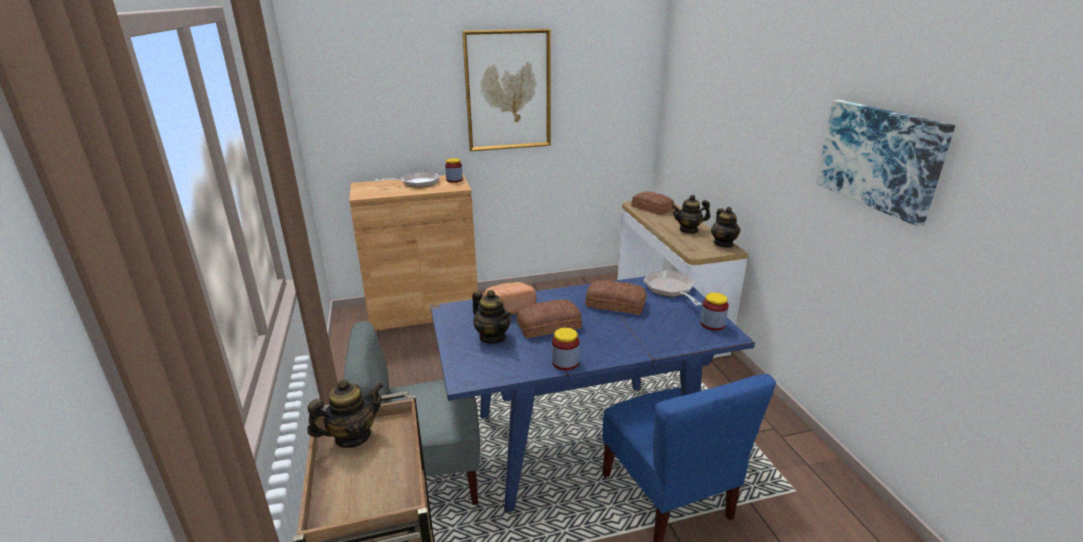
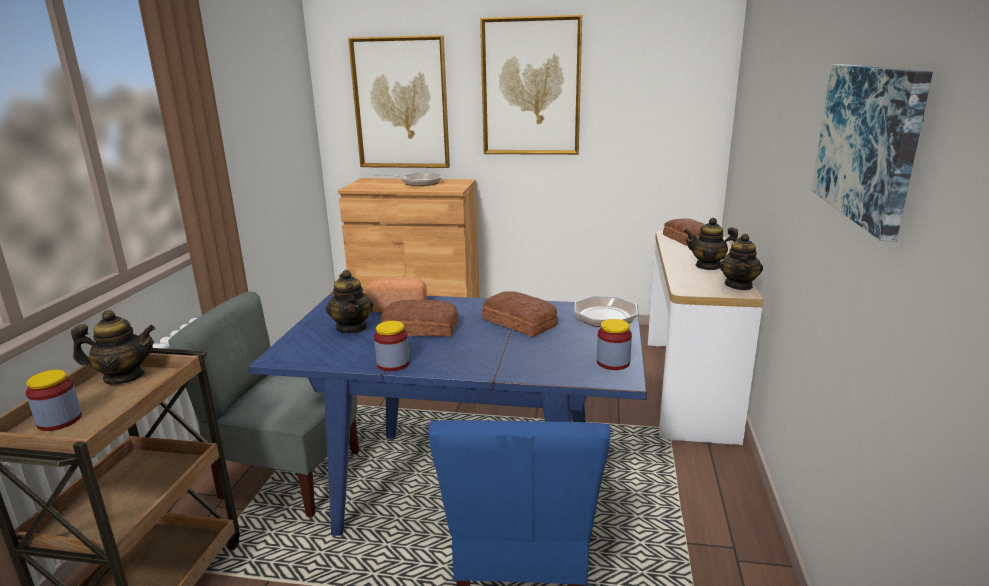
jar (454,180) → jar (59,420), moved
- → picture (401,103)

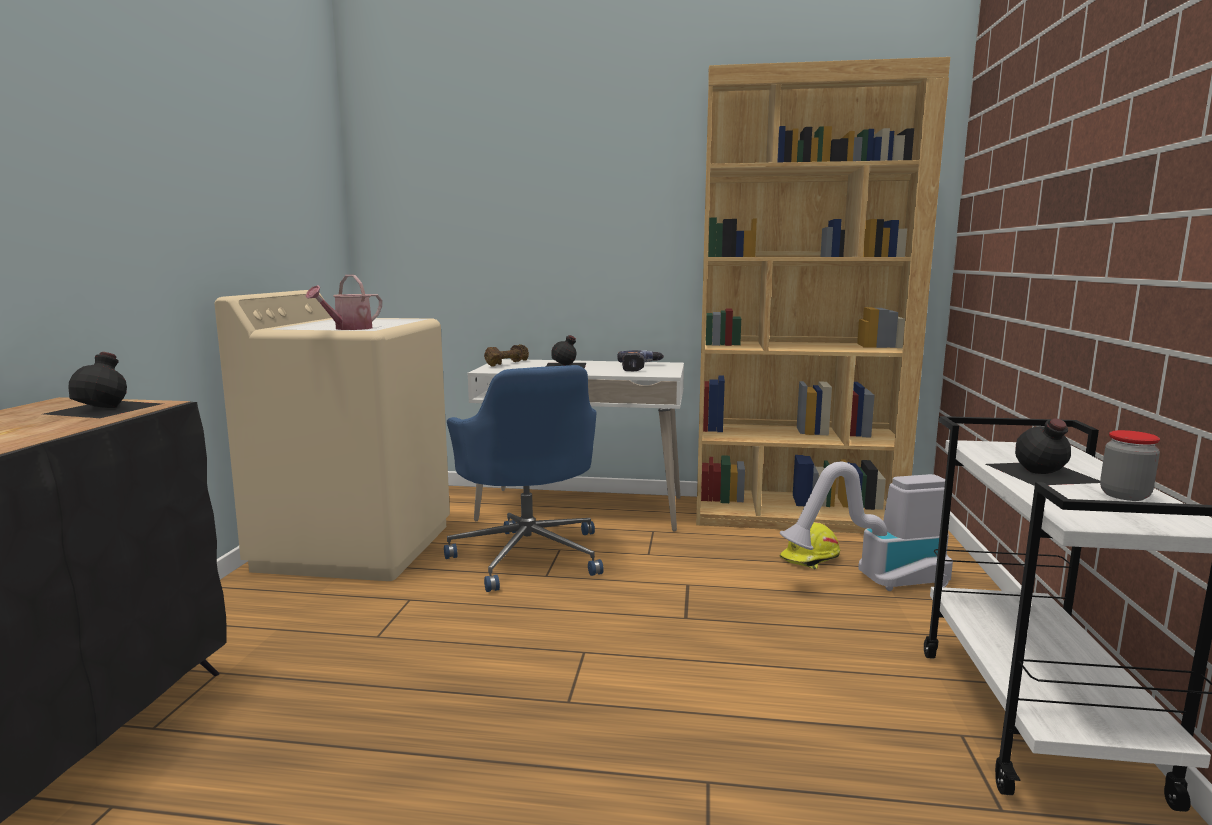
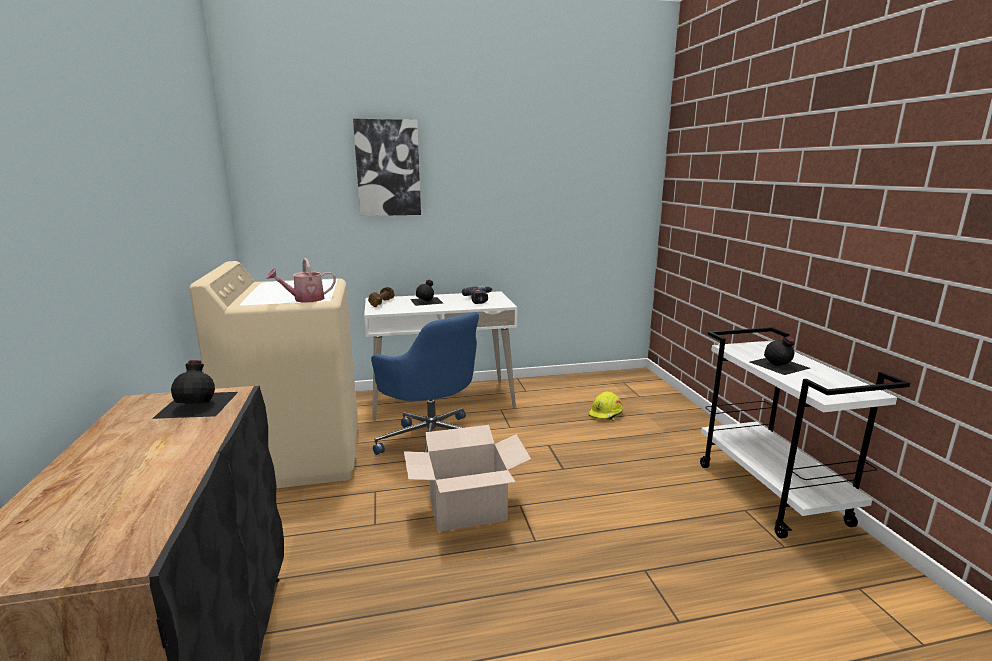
watering can (349,328) → watering can (304,299), 45 degrees clockwise
bookcase (brown) (794,516) → -
vacuum cleaner (875,582) → -
jar (1124,495) → -
- → picture (388,168)
- → cardboard box (467,509)

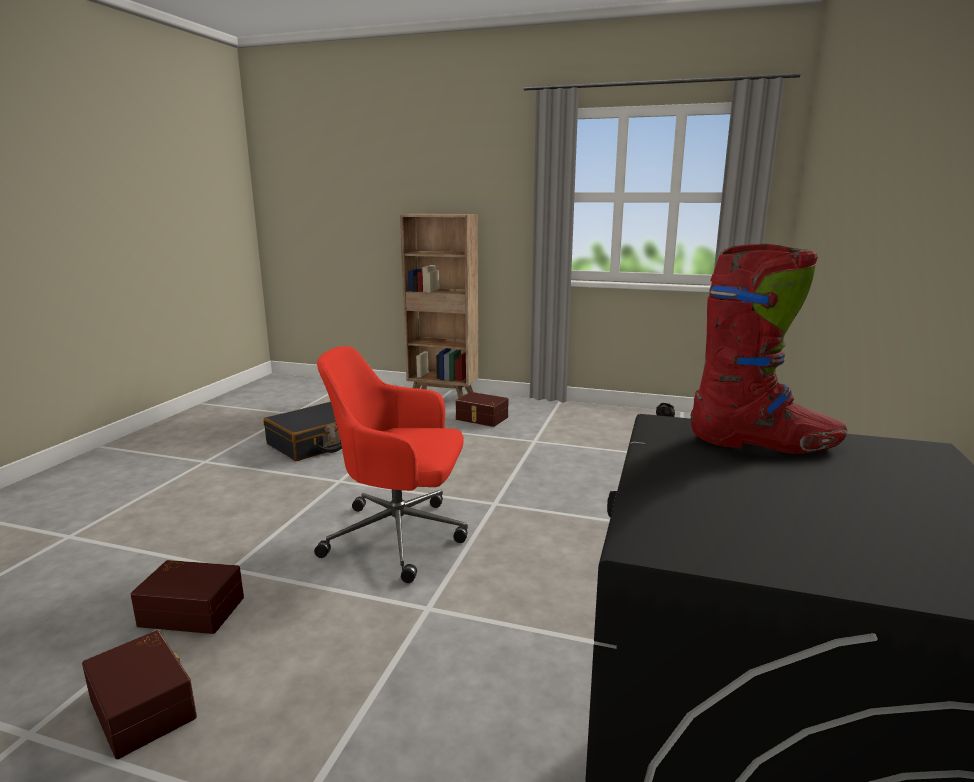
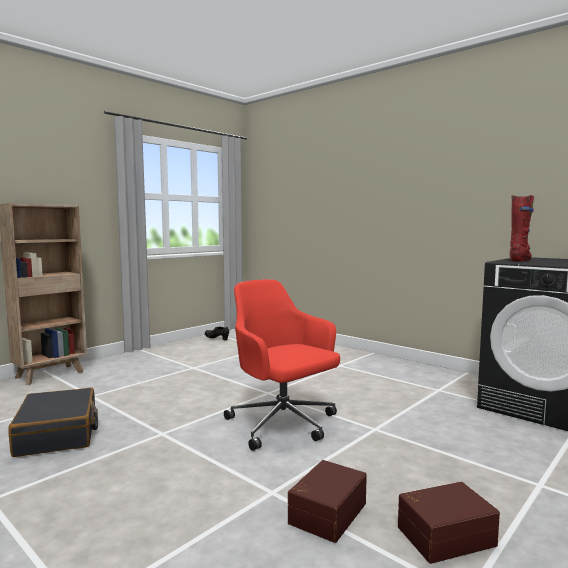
office chair (red) (400,537) → office chair (red) (283,424), 105 degrees clockwise
storage box (brown) (481,418) → -

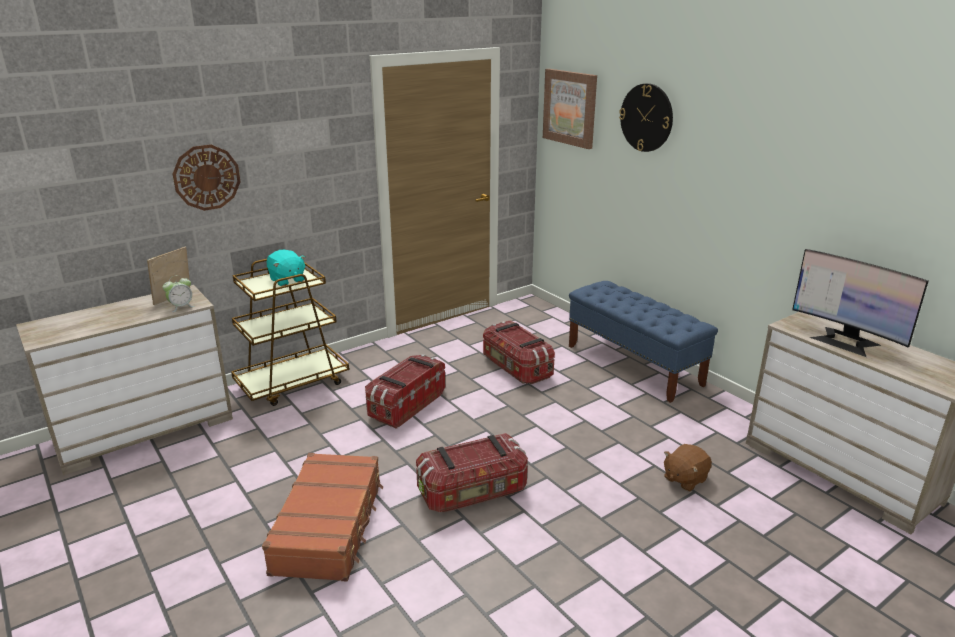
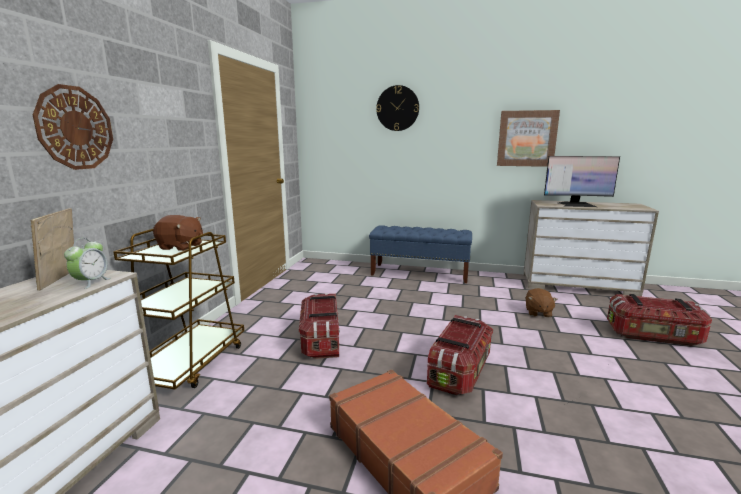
plush toy (turquoise) (287,280) → plush toy (brown) (181,247)
storage box (516,368) → storage box (653,336), moved
picture (570,108) → picture (526,138), moved

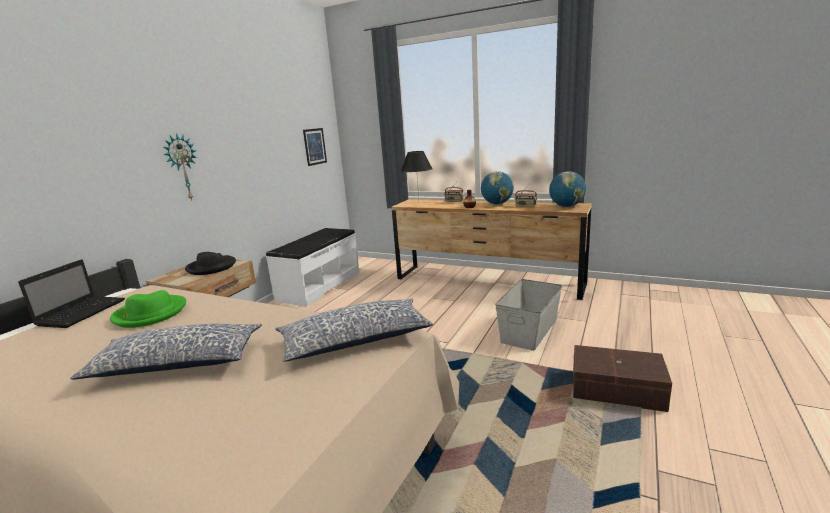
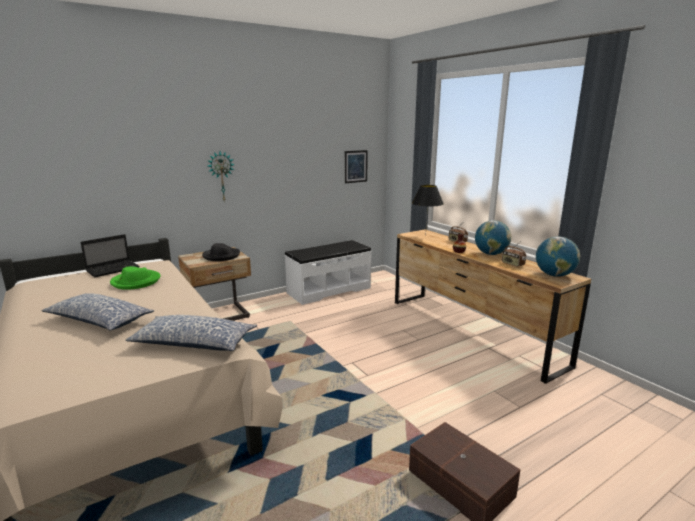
storage box (grey) (530,330) → -

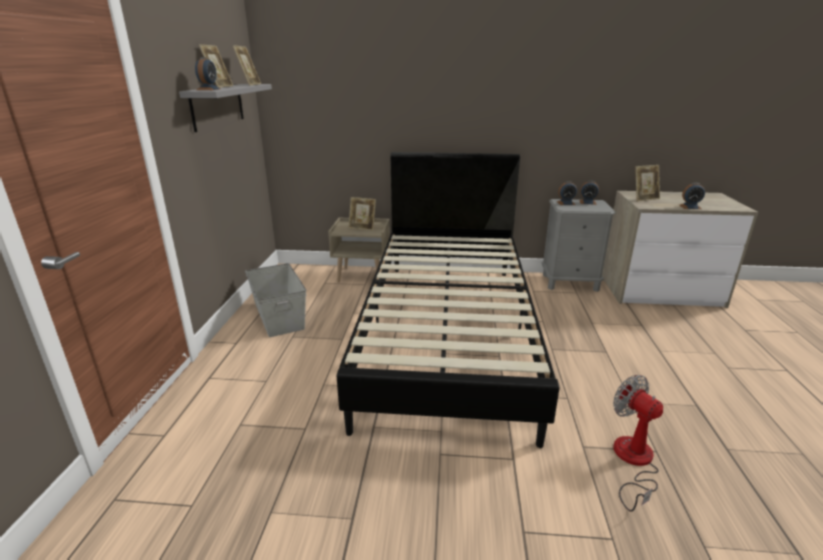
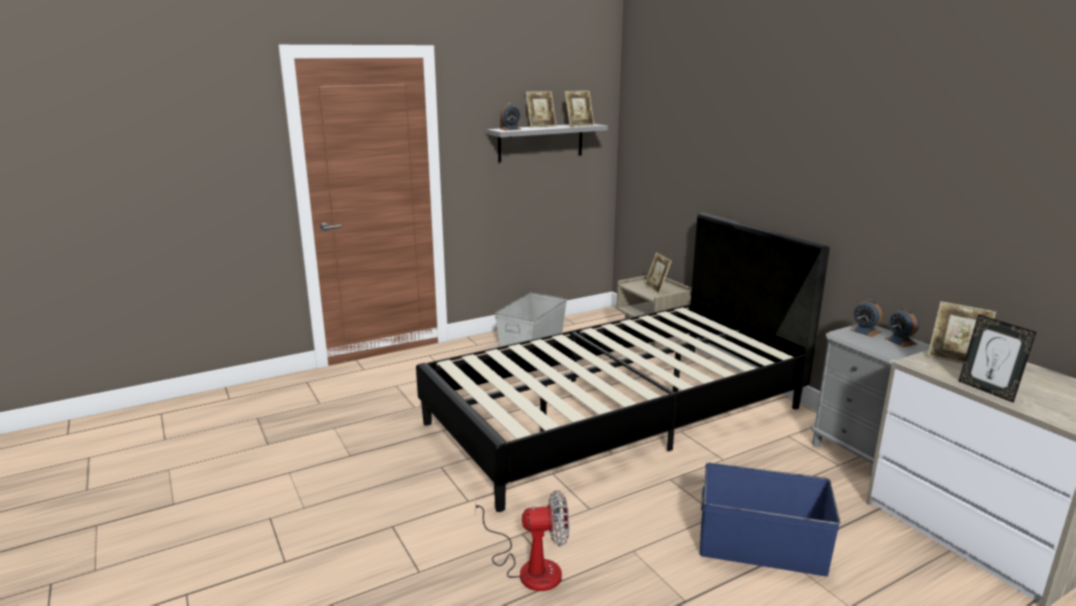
fan (633,462) → fan (529,567), 60 degrees clockwise
alarm clock (690,207) → picture frame (987,390)
- → storage box (blue) (762,548)

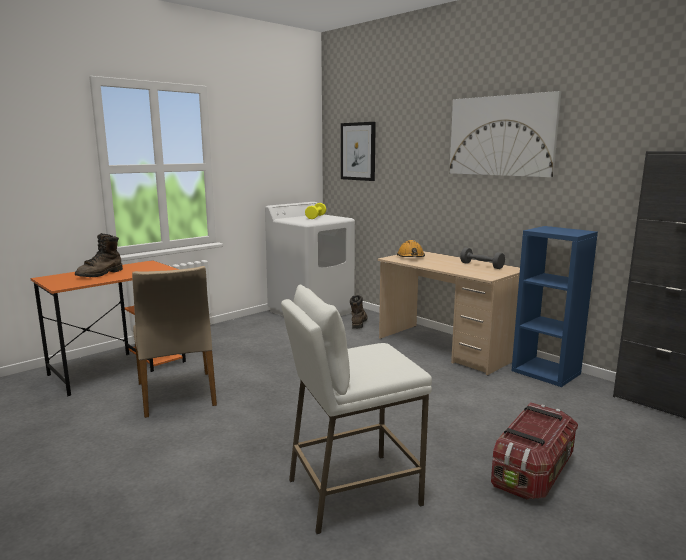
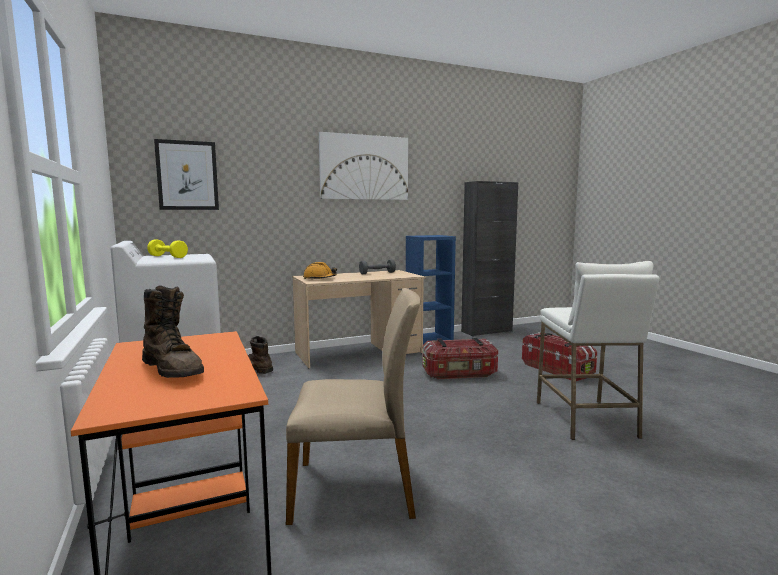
- → storage box (459,374)

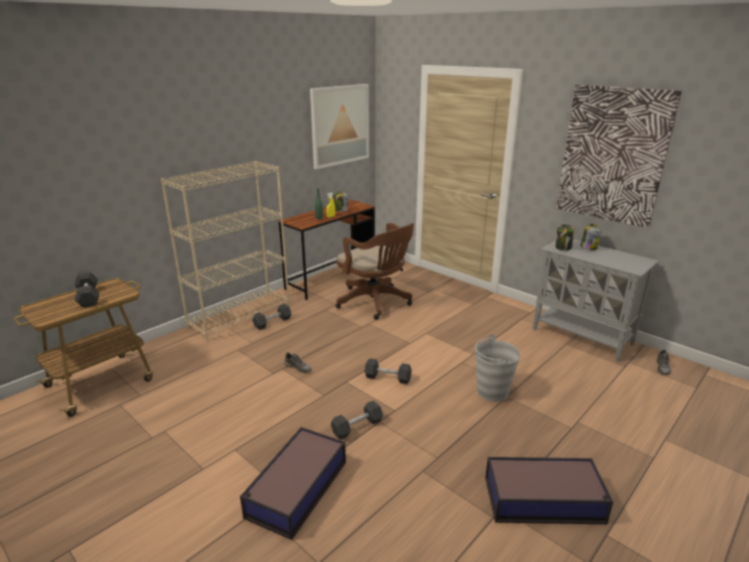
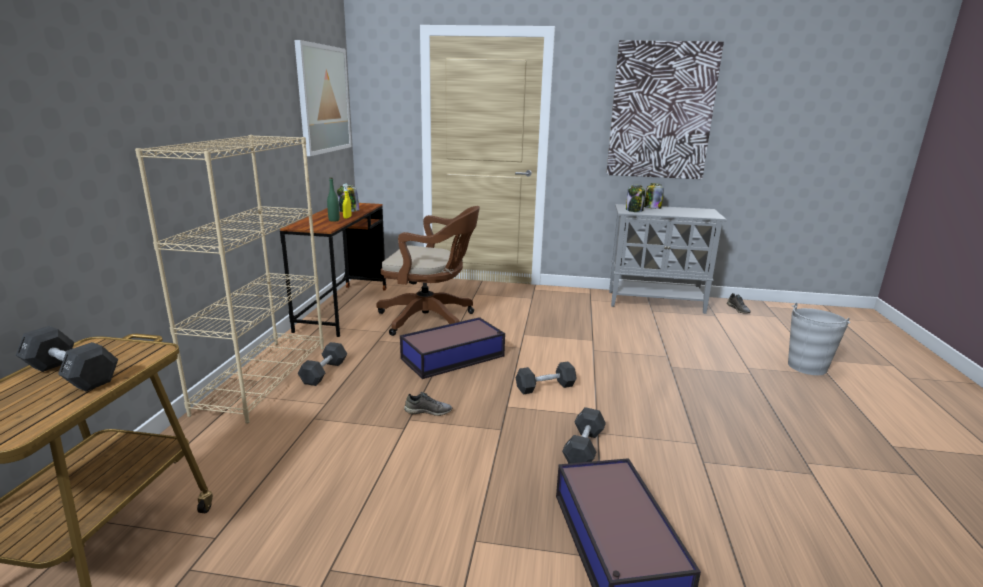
bucket (grey) (492,392) → bucket (grey) (806,367), moved
storage box (544,500) → storage box (454,357), moved

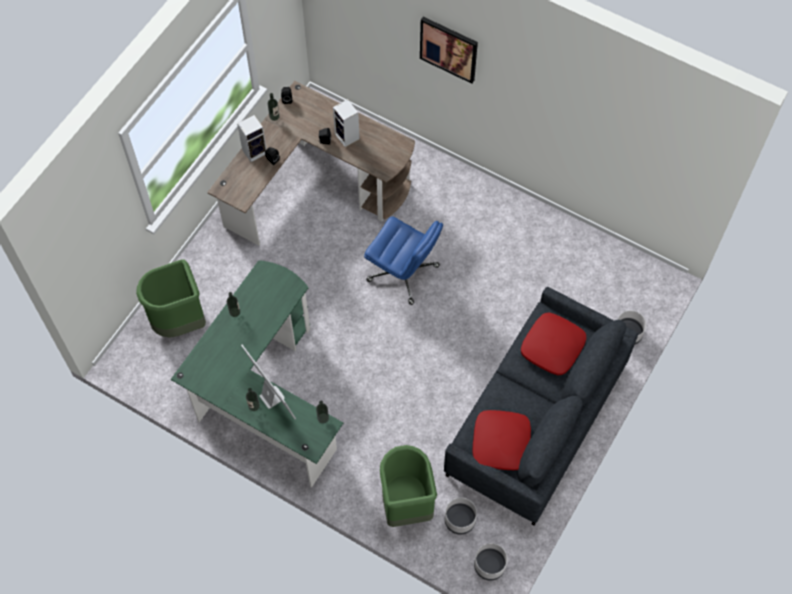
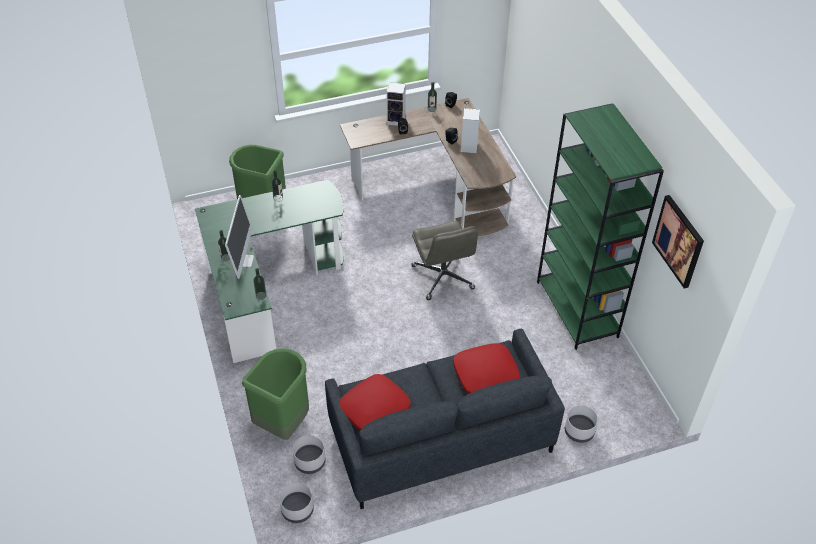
office chair (blue) (404,273) → office chair (grey) (443,278)
picture (449,49) → picture (678,241), moved
- → bookcase (green) (577,309)

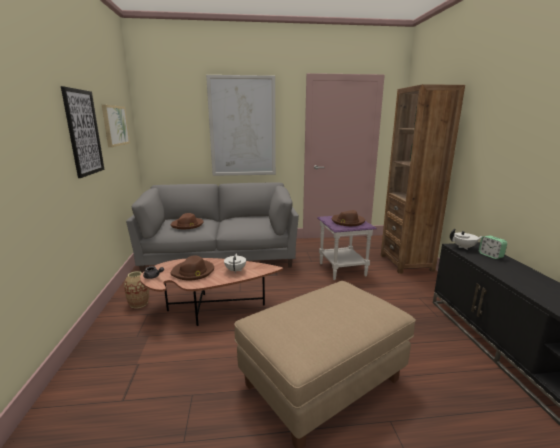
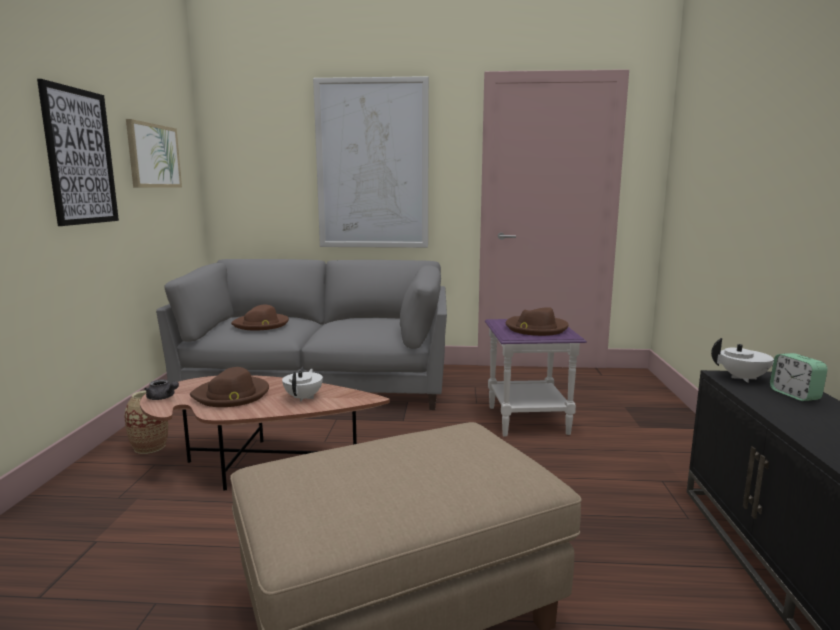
bookcase (brown) (406,263) → -

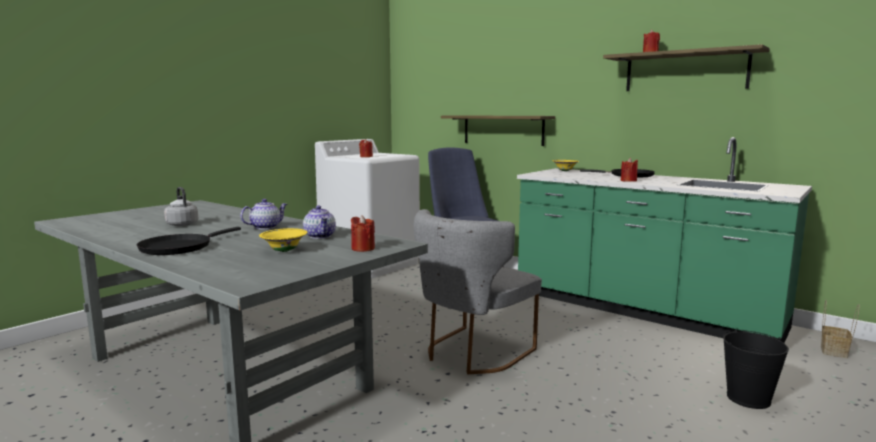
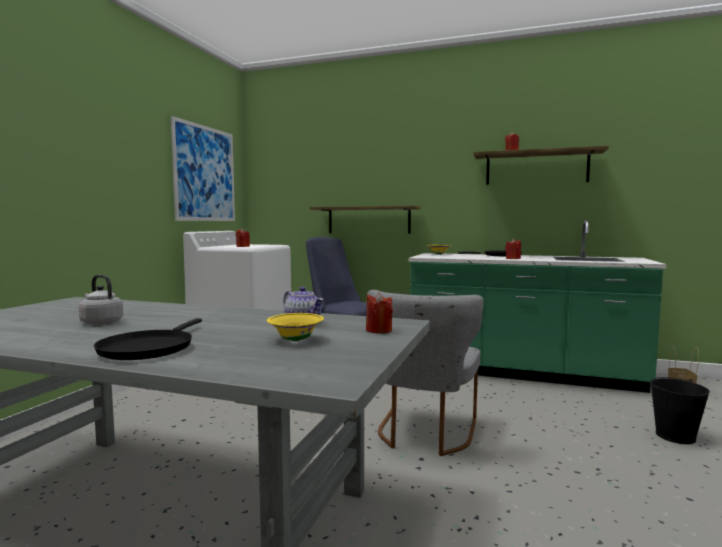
teapot (265,227) → -
- → picture (205,174)

